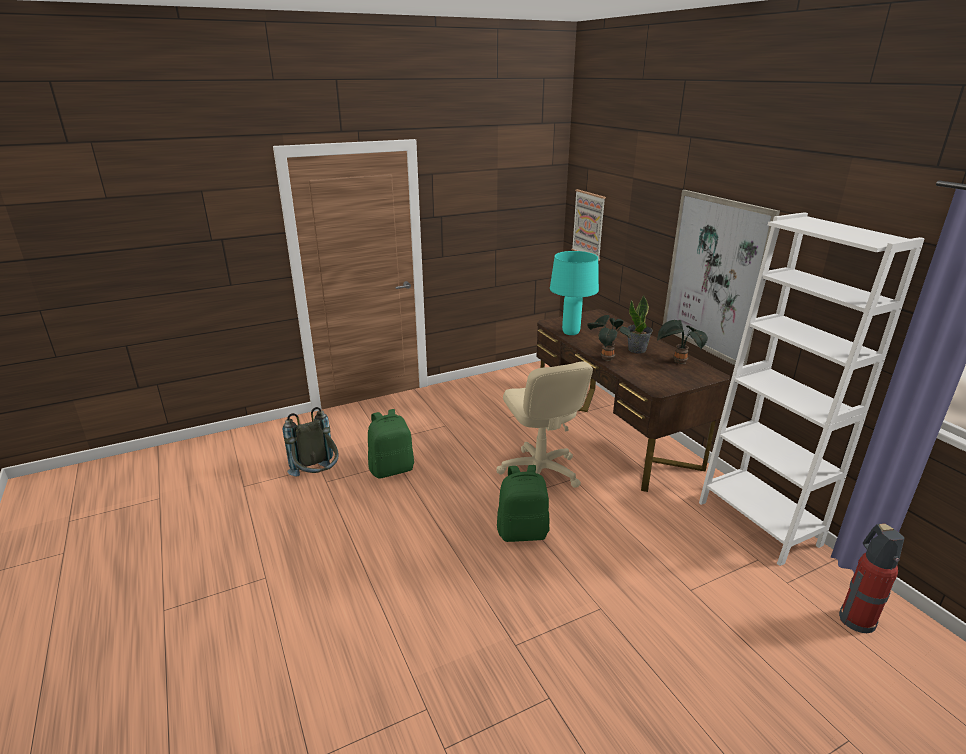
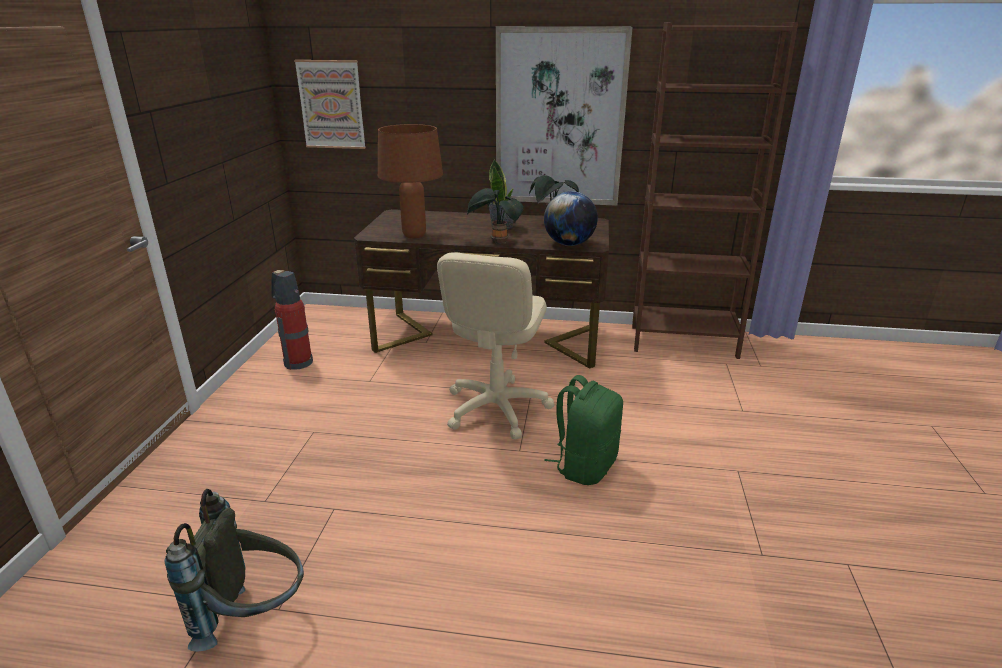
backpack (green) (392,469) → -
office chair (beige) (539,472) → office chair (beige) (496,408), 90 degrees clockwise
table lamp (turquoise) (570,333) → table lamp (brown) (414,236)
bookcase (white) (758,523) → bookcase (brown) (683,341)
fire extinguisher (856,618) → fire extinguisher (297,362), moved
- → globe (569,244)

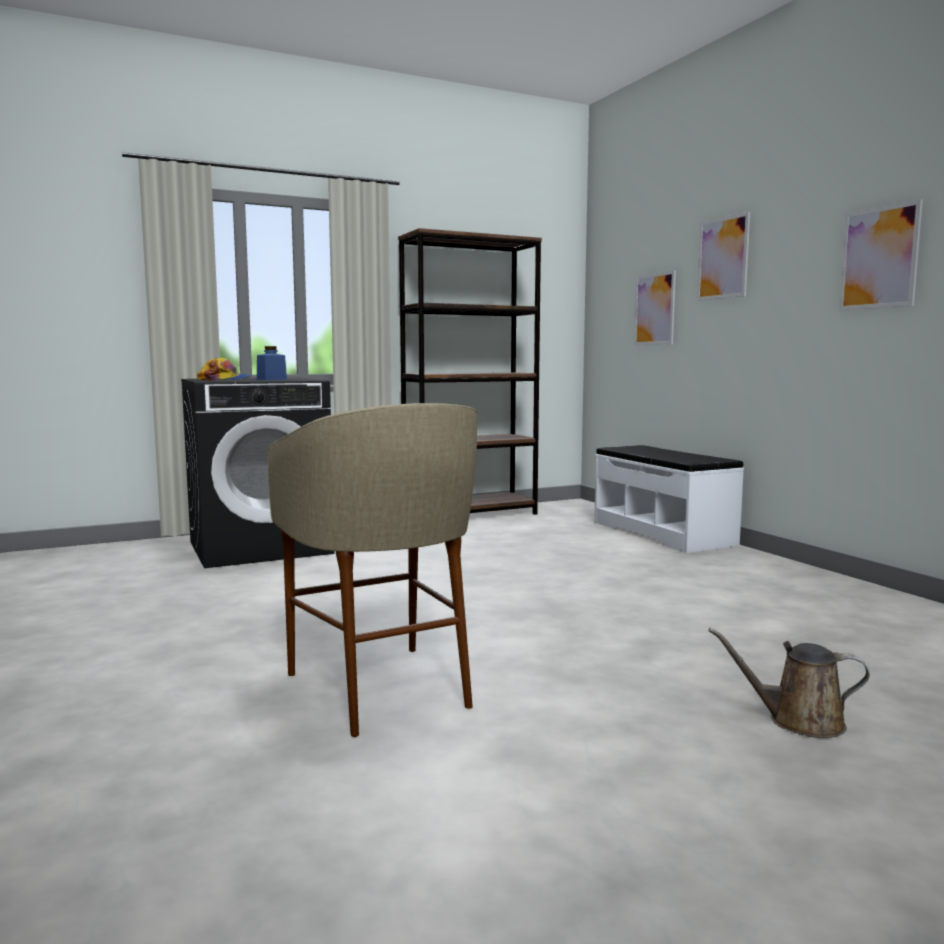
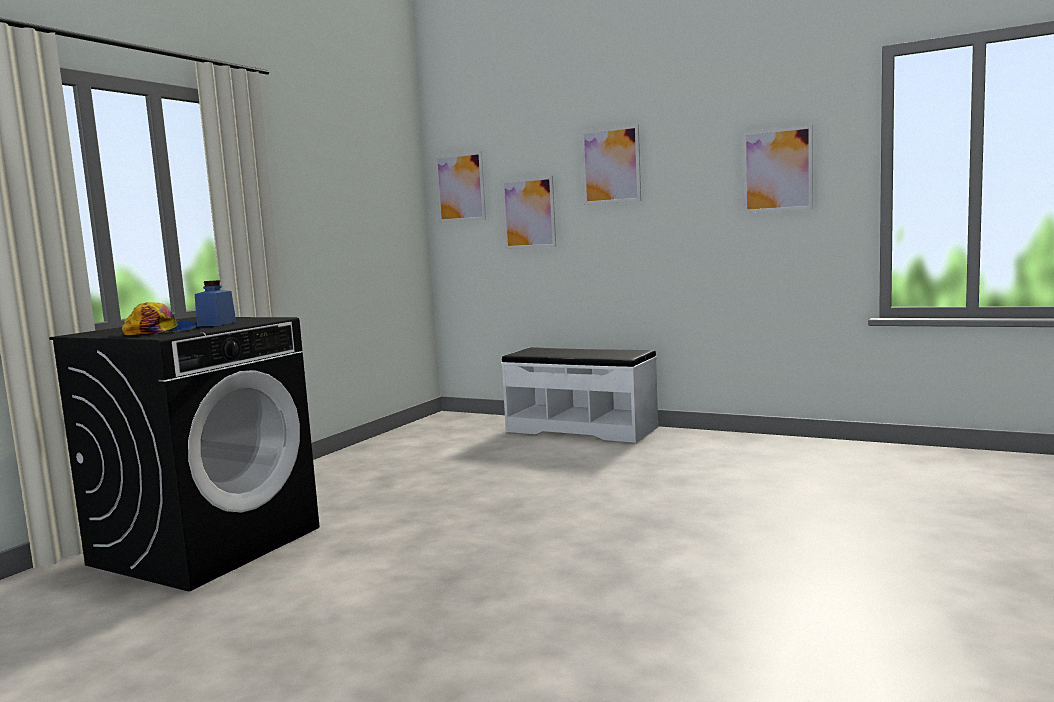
stool (beige) (381,689) → -
bookcase (brown) (470,515) → -
watering can (brown) (798,721) → -
- → picture (460,187)

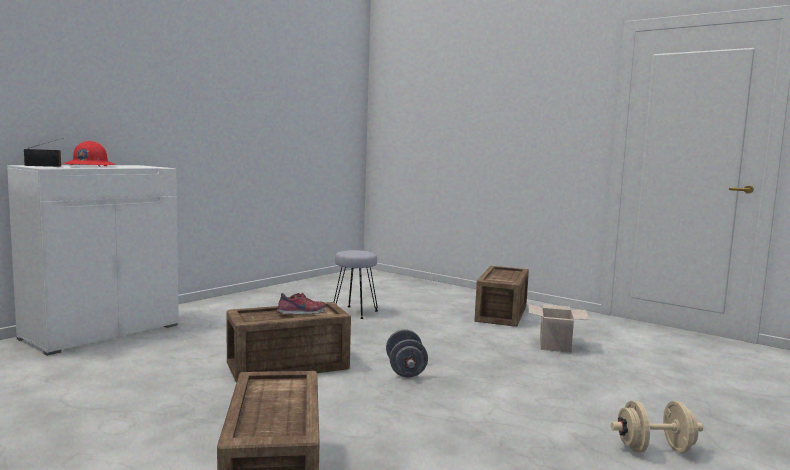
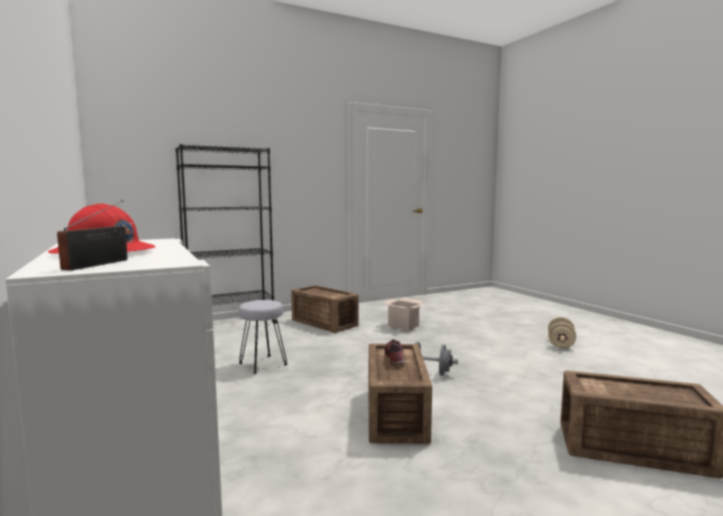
- → bookcase (black) (230,324)

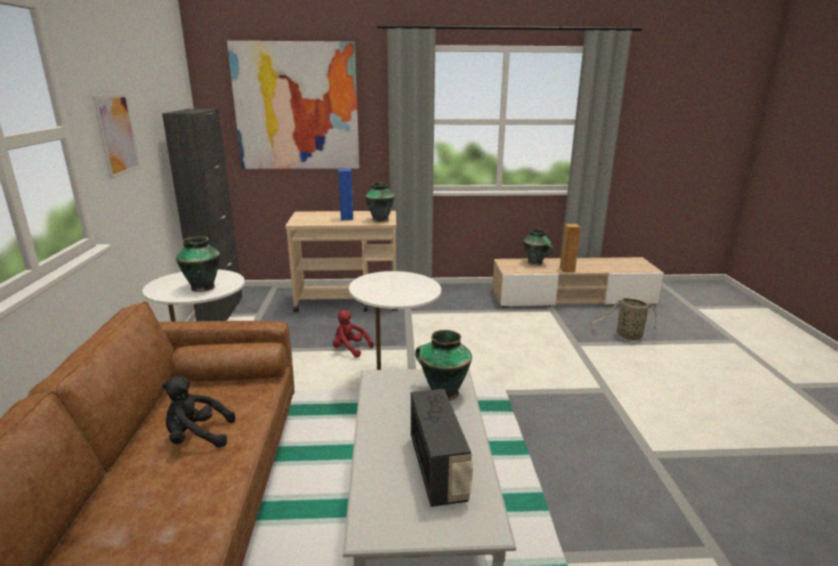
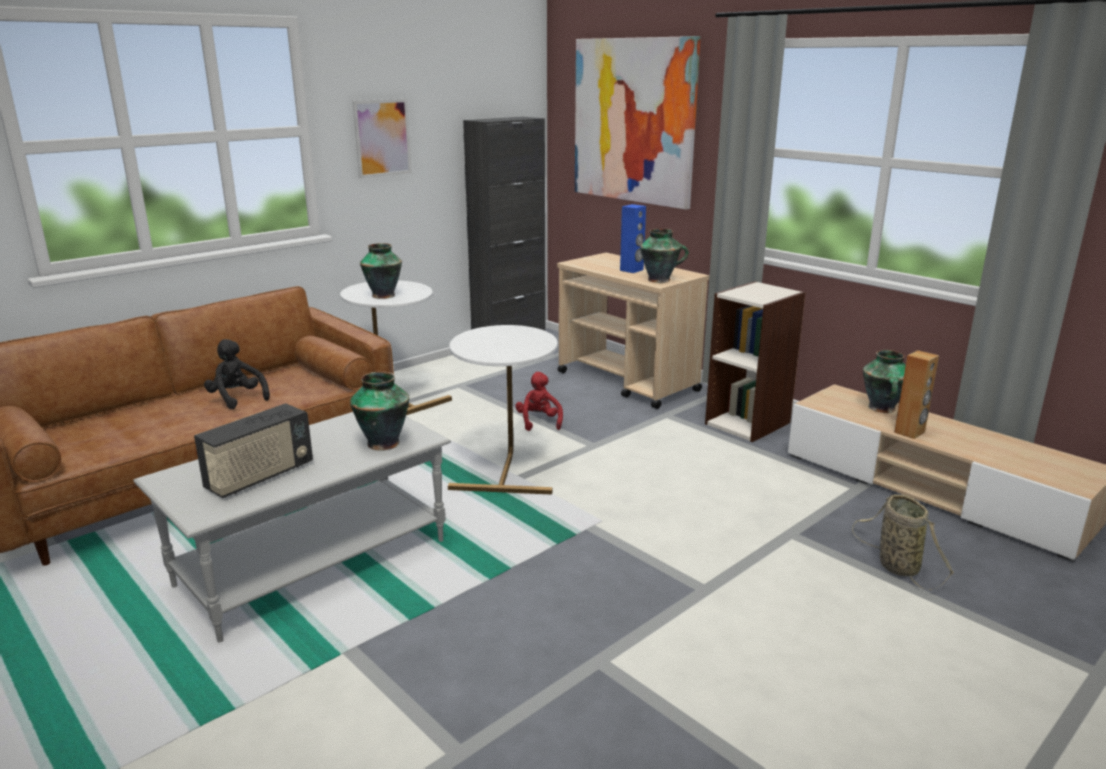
- → bookcase (748,423)

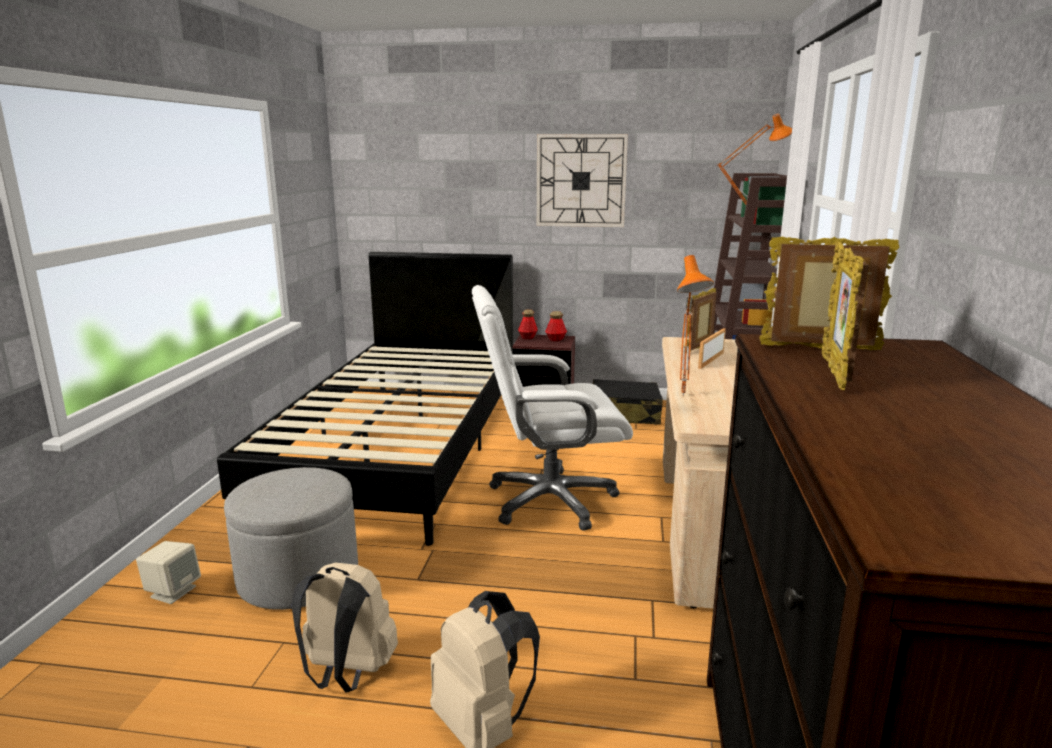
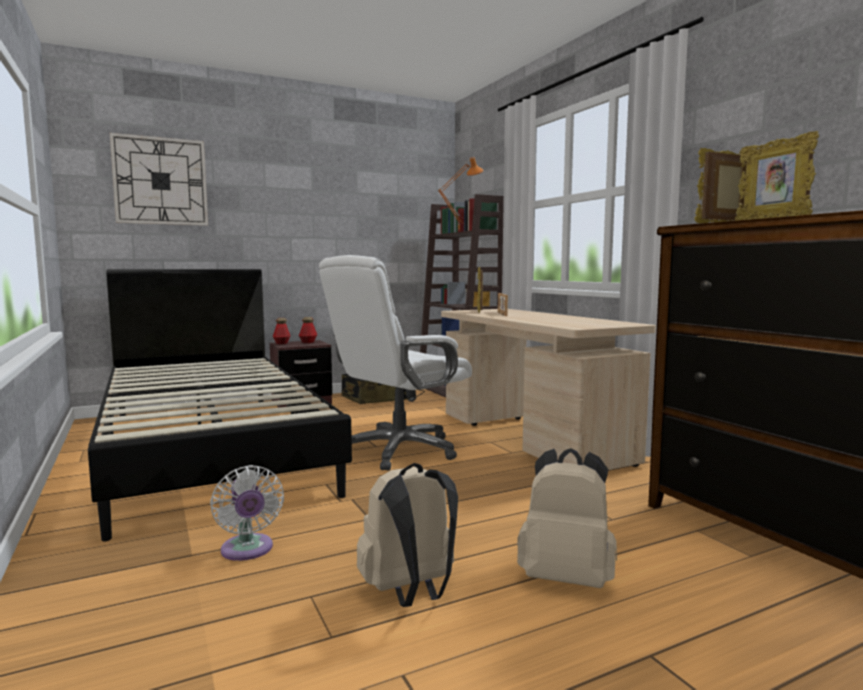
speaker (beige) (173,591) → -
ottoman (grey) (298,577) → fan (white) (247,551)
wall clock (581,181) → wall clock (160,181), moved
table lamp (orange) (686,396) → -

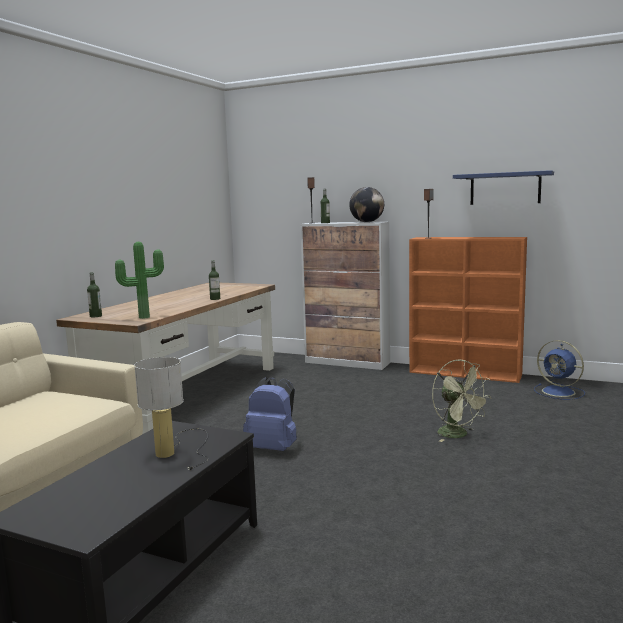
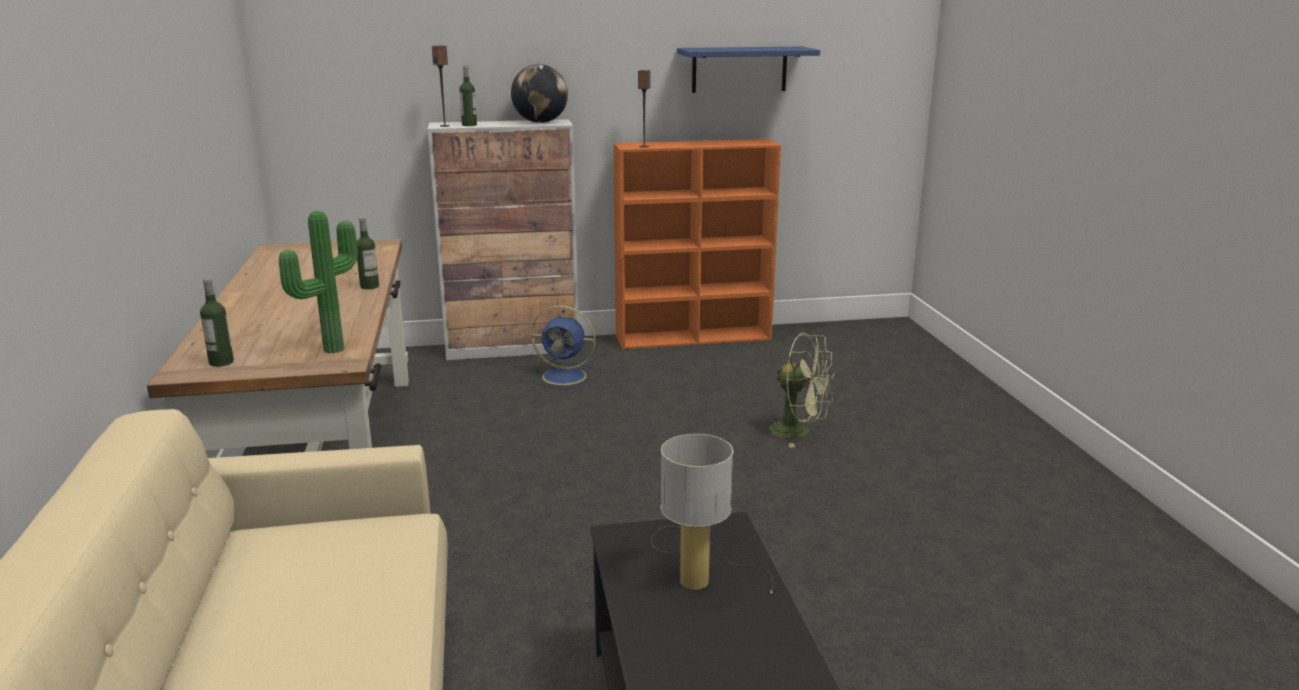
backpack (blue) (273,448) → -
fan (blue) (560,392) → fan (blue) (566,377), moved

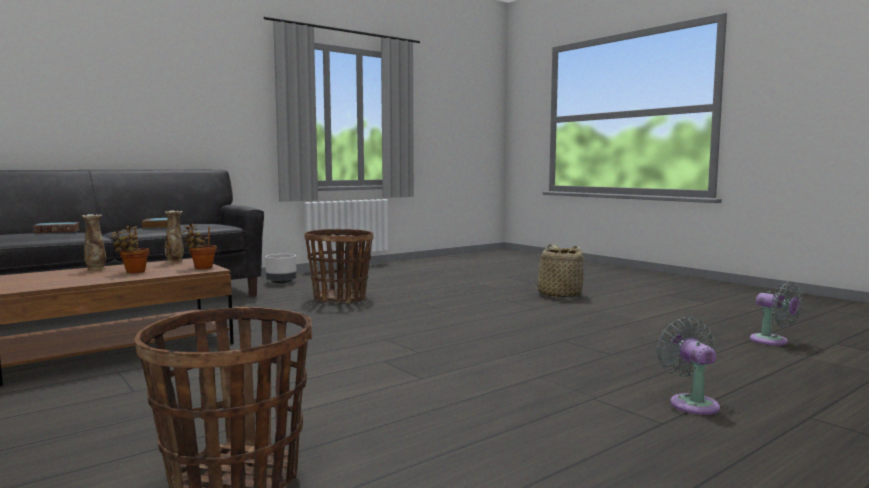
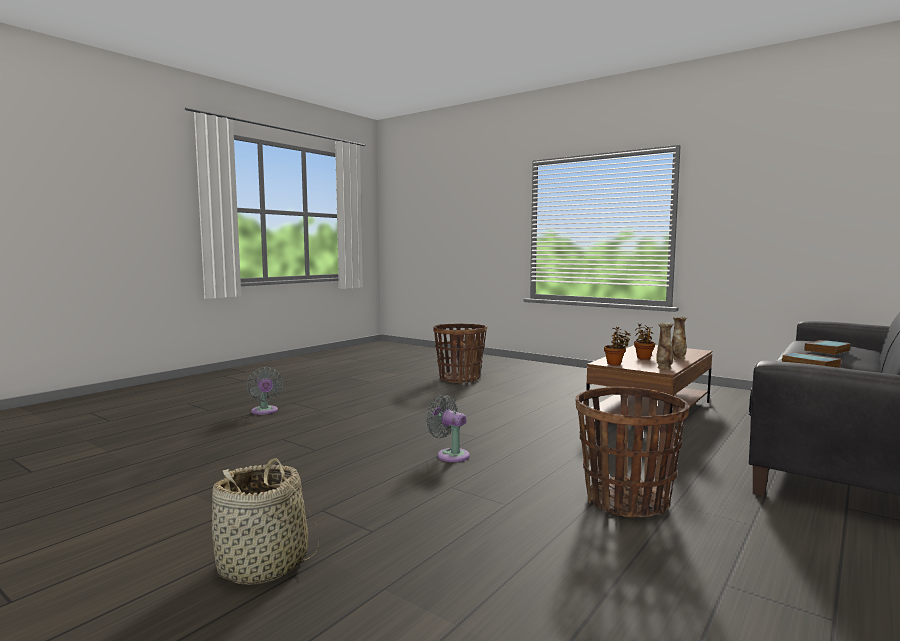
planter (grey) (281,282) → -
fan (grey) (772,341) → fan (grey) (450,455), moved

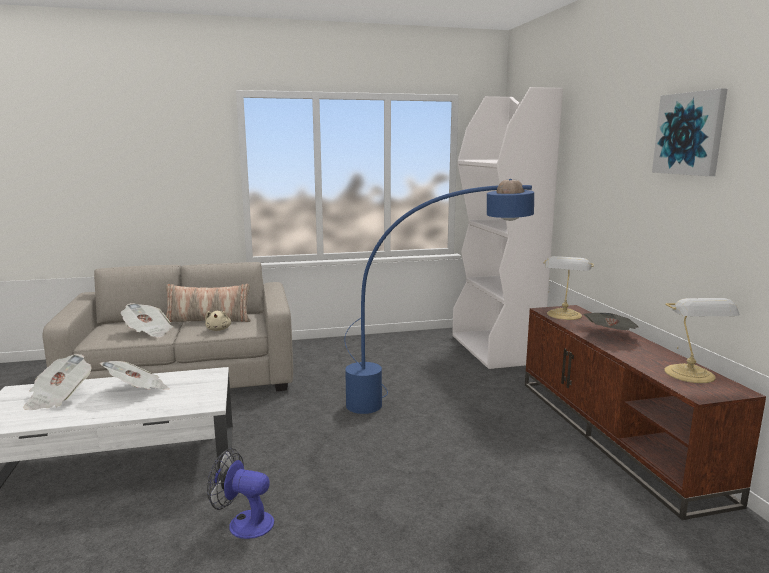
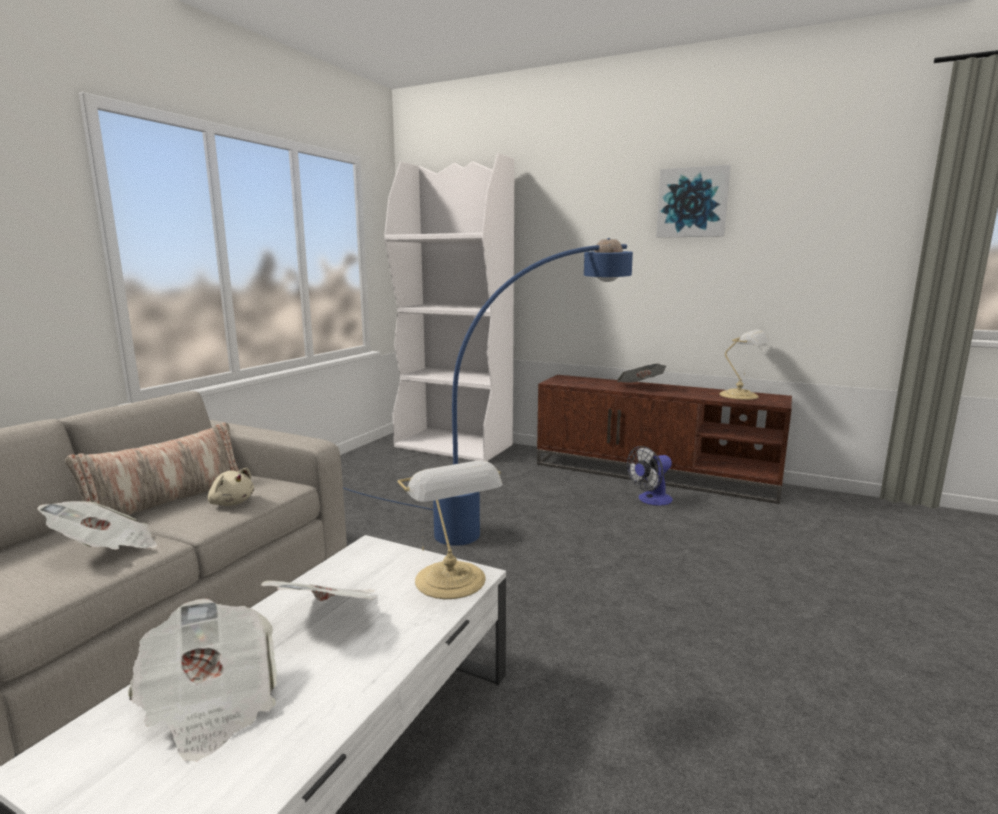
fan (243,523) → fan (651,500), moved
table lamp (564,315) → table lamp (452,581), moved

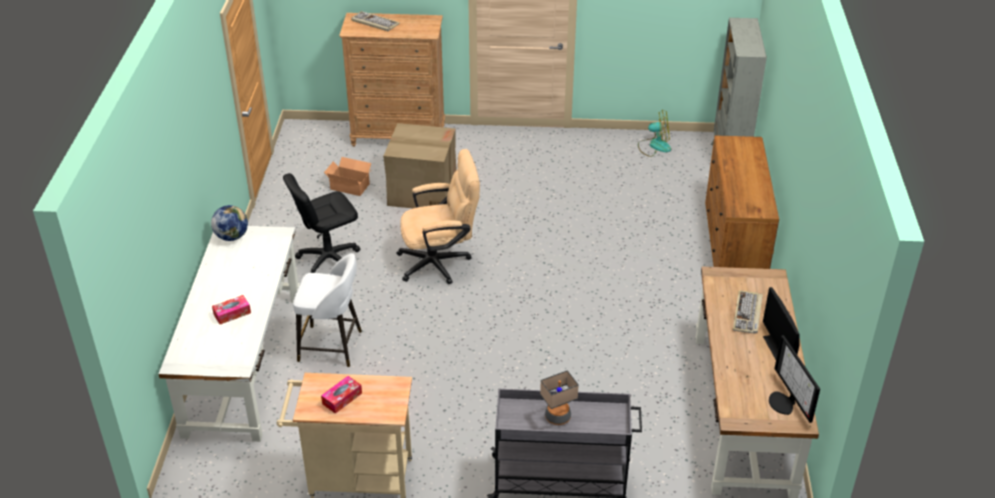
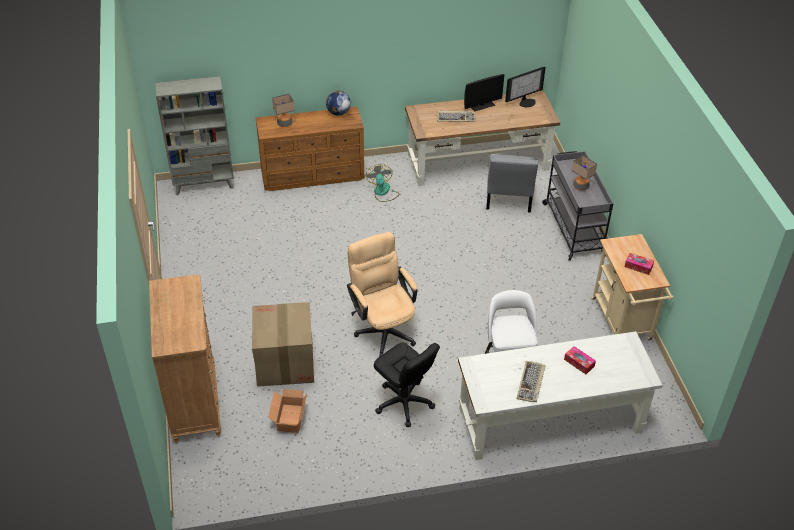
globe (232,236) → globe (338,113), moved
keyboard (374,23) → keyboard (531,383), moved
fan (654,146) → fan (383,192), moved
- → table lamp (284,123)
- → chair (grey) (508,199)

